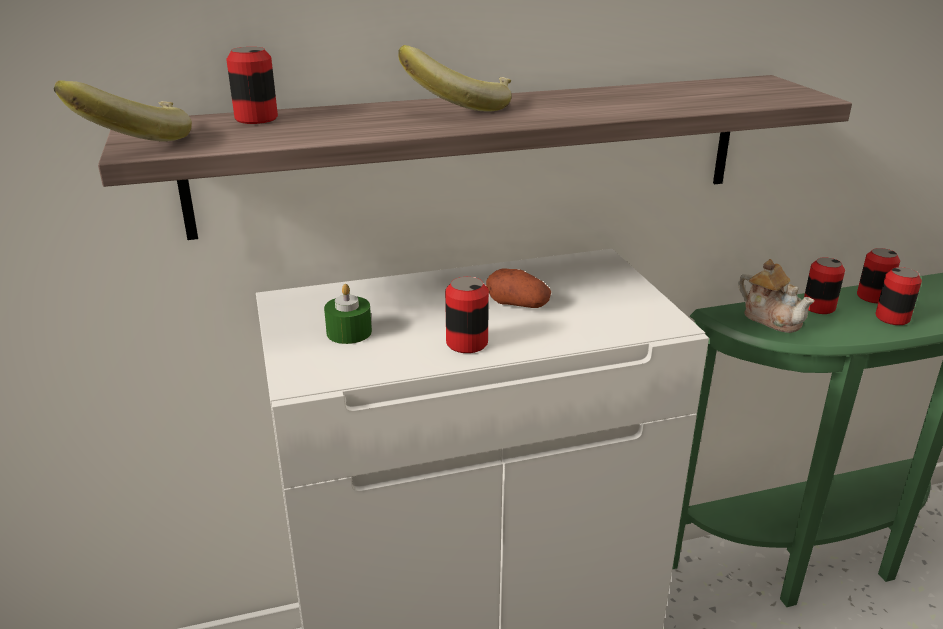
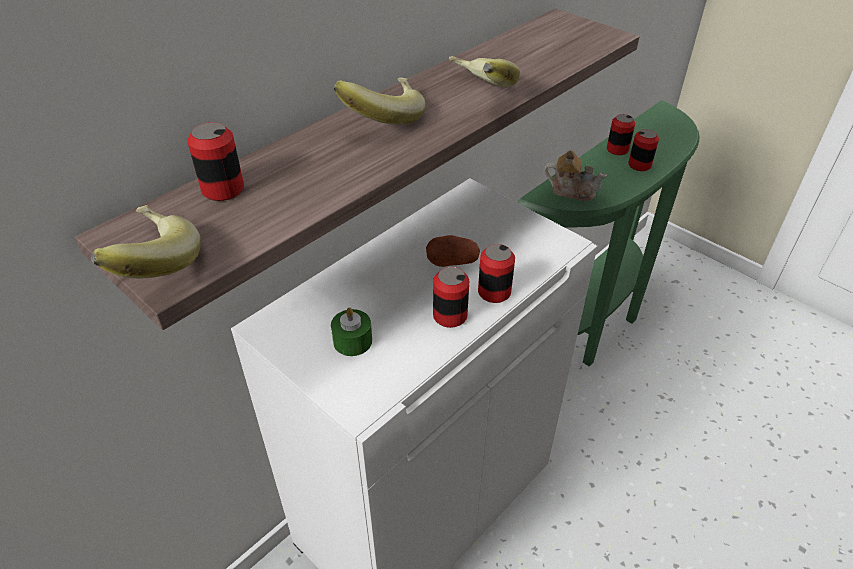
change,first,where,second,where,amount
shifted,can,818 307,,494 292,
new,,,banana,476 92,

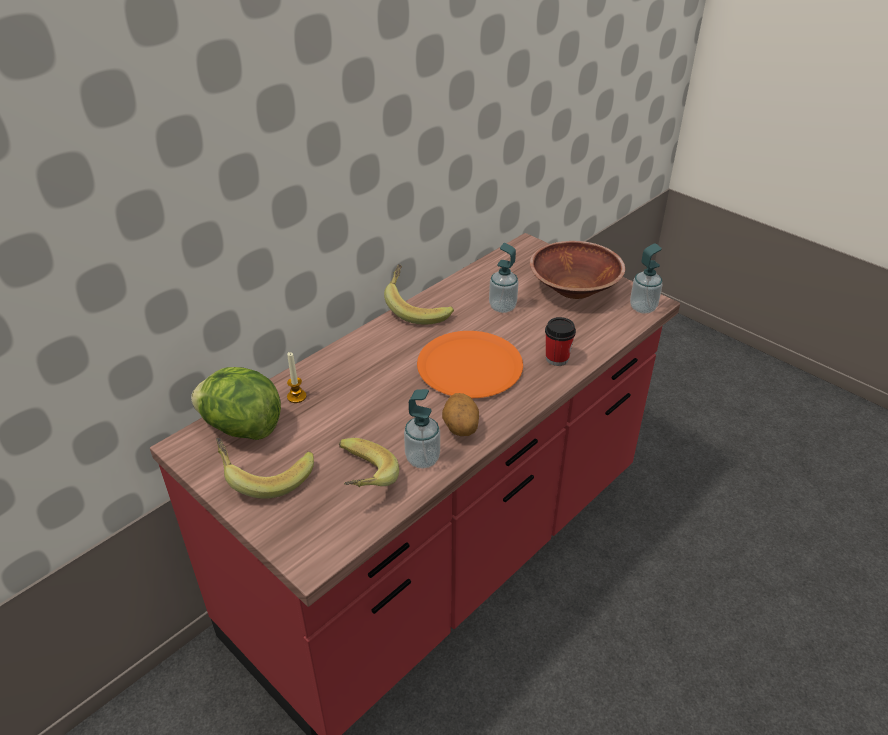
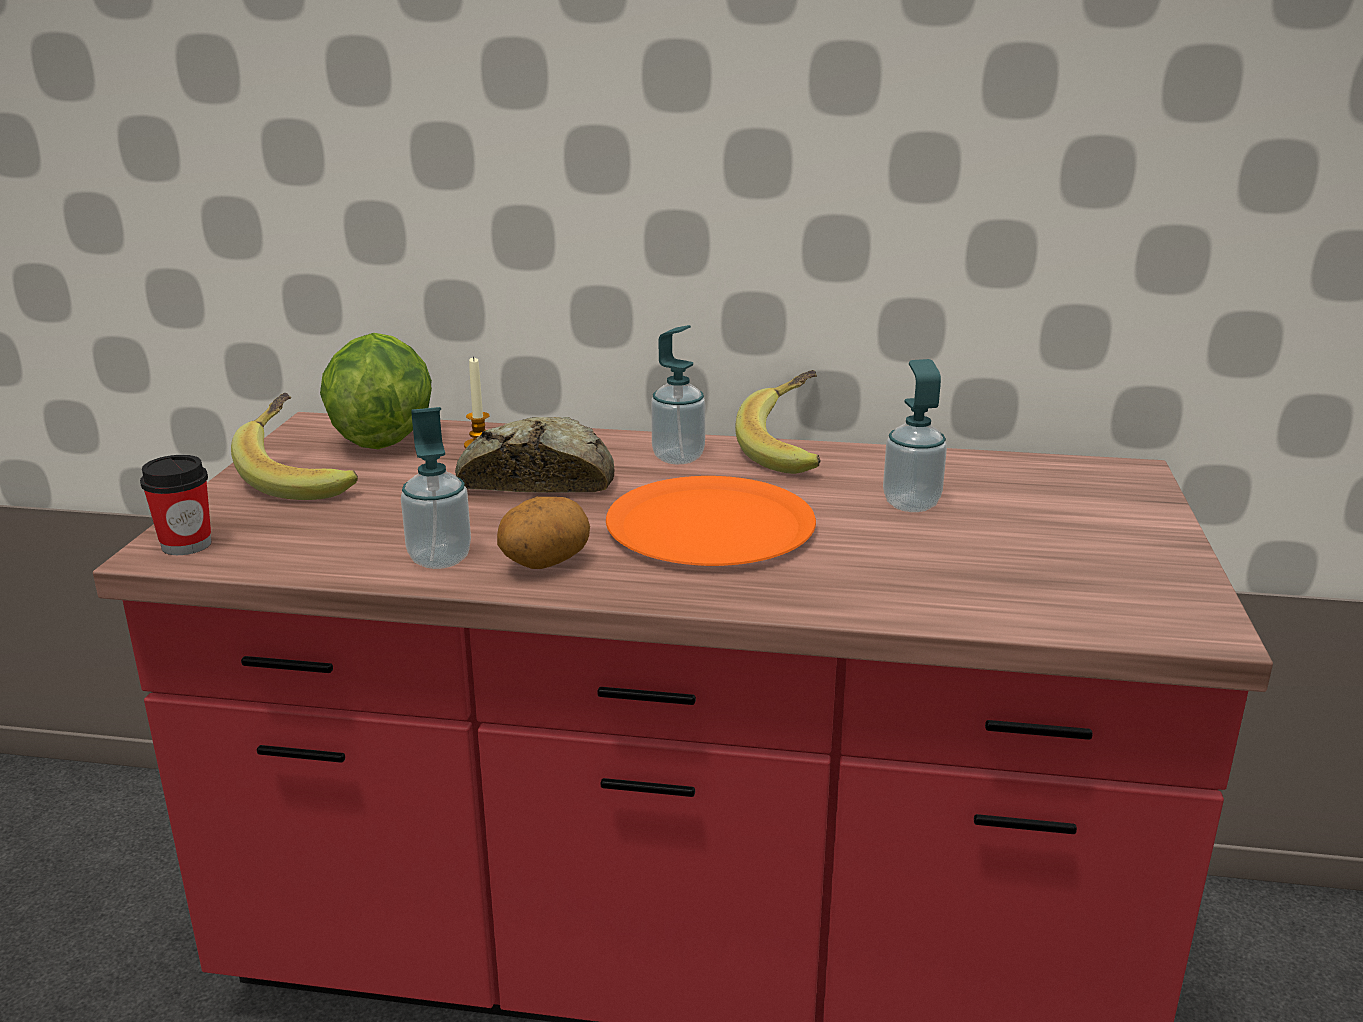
change,first,where,second,where,amount
gone,banana,359 480,,,
gone,brown bowl,574 289,,,
shifted,cup,557 358,,186 544,
shifted,soap dispenser,642 307,,678 457,
new,,,bread,537 478,

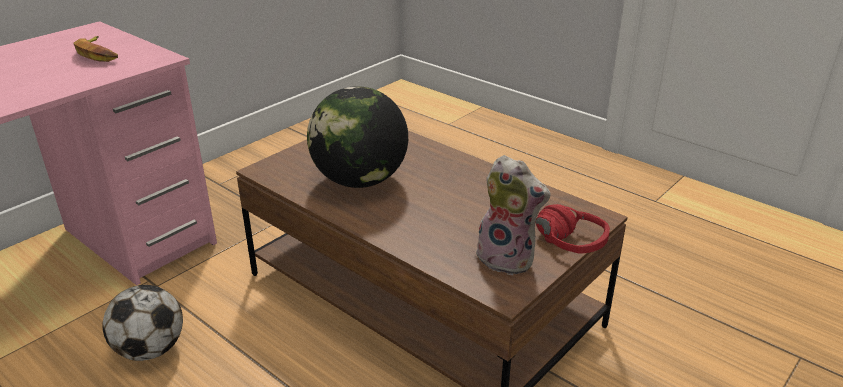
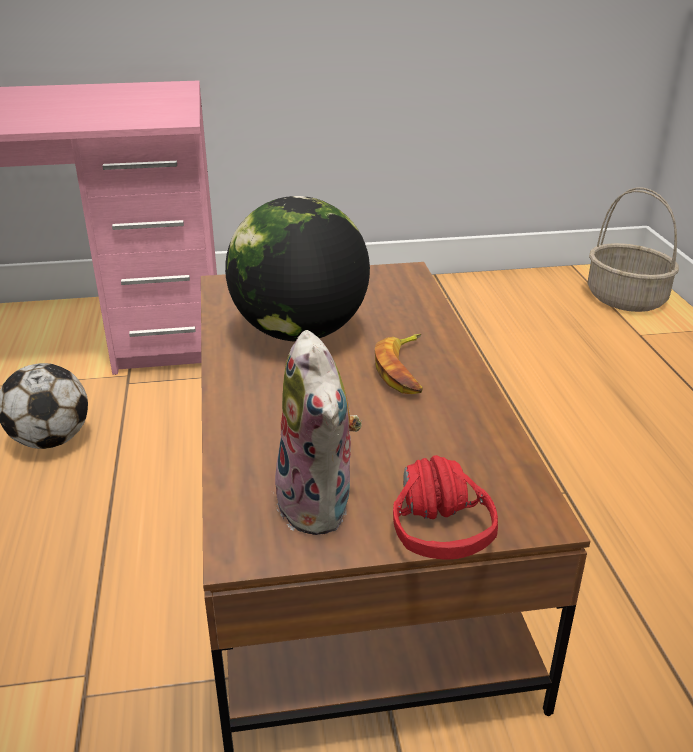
change,first,where,second,where,amount
shifted,banana,99 54,,404 370,
new,,,basket,626 299,

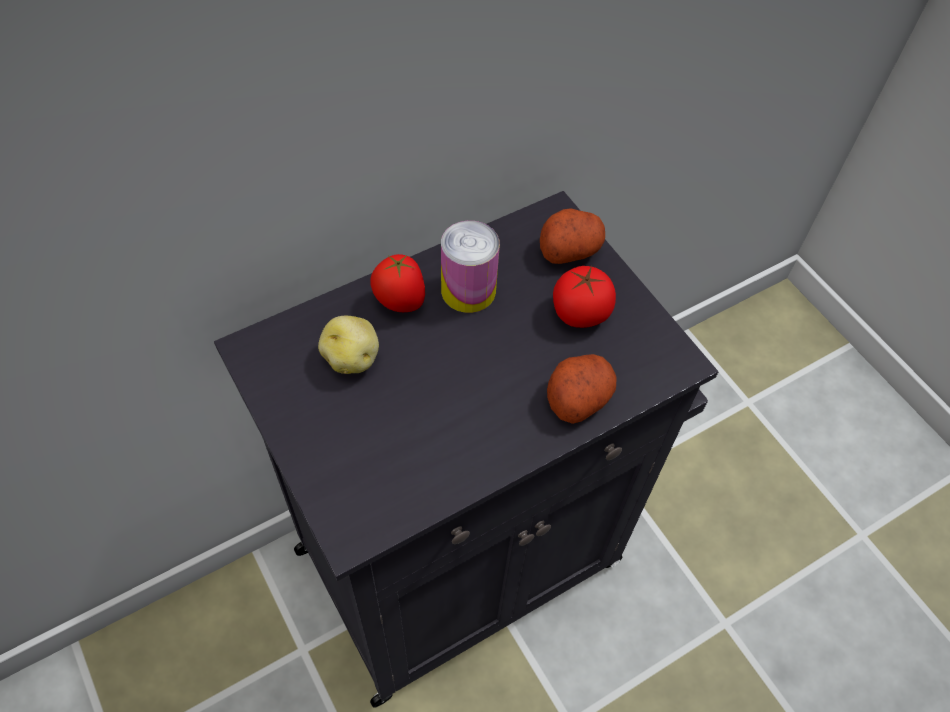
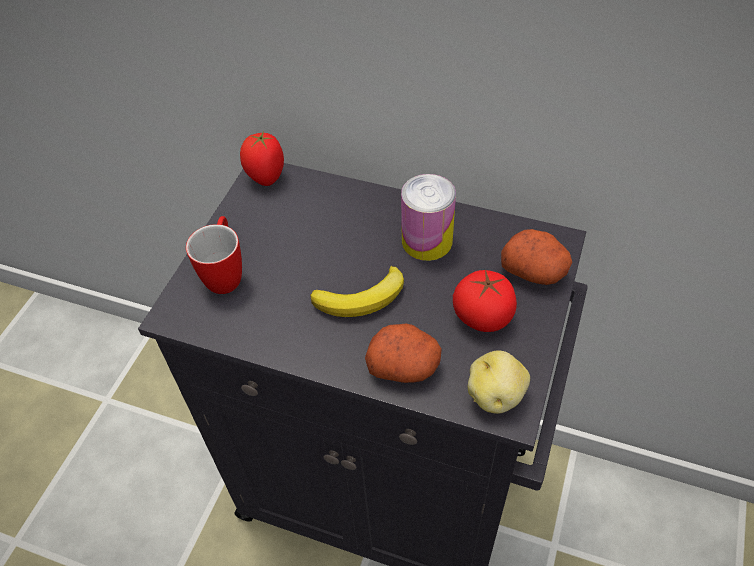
change,first,where,second,where,amount
shifted,potato,352 357,,496 395,
shifted,tomato,399 303,,266 177,
new,,,mug,226 273,
new,,,banana,362 298,

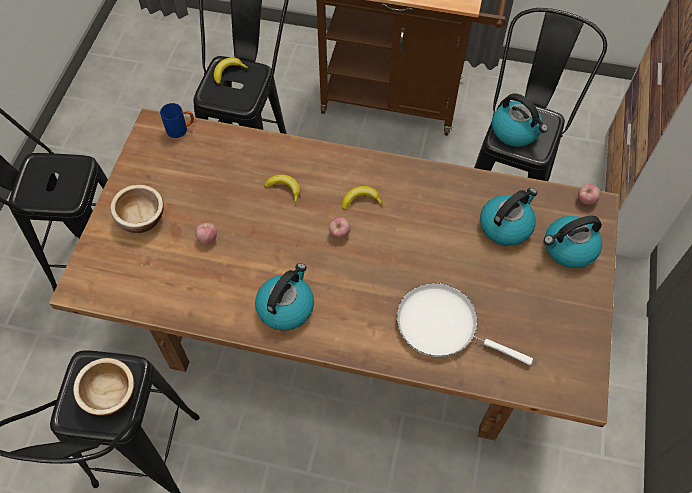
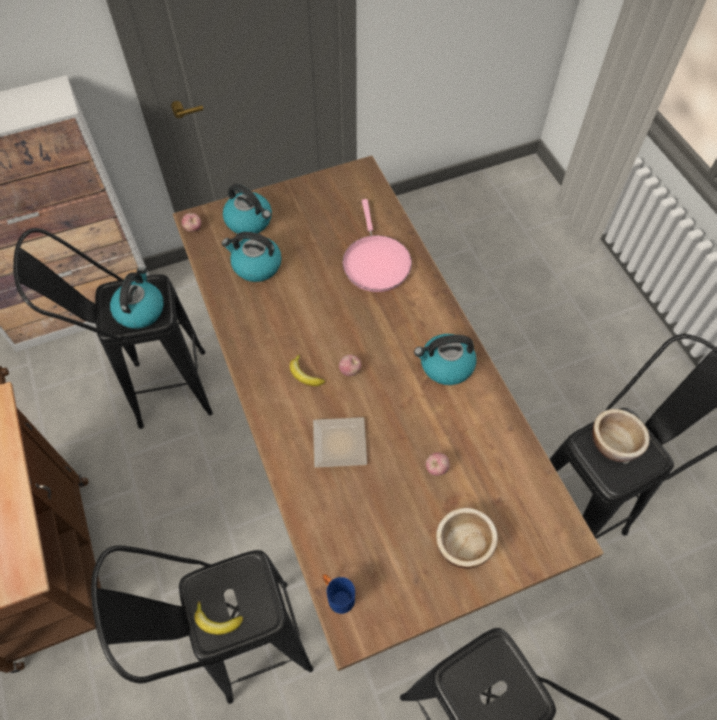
change,first,where,second,where,amount
swapped,banana,284 189,plate,337 442,
repainted,white frying pan,442 325,pink frying pan,375 262,

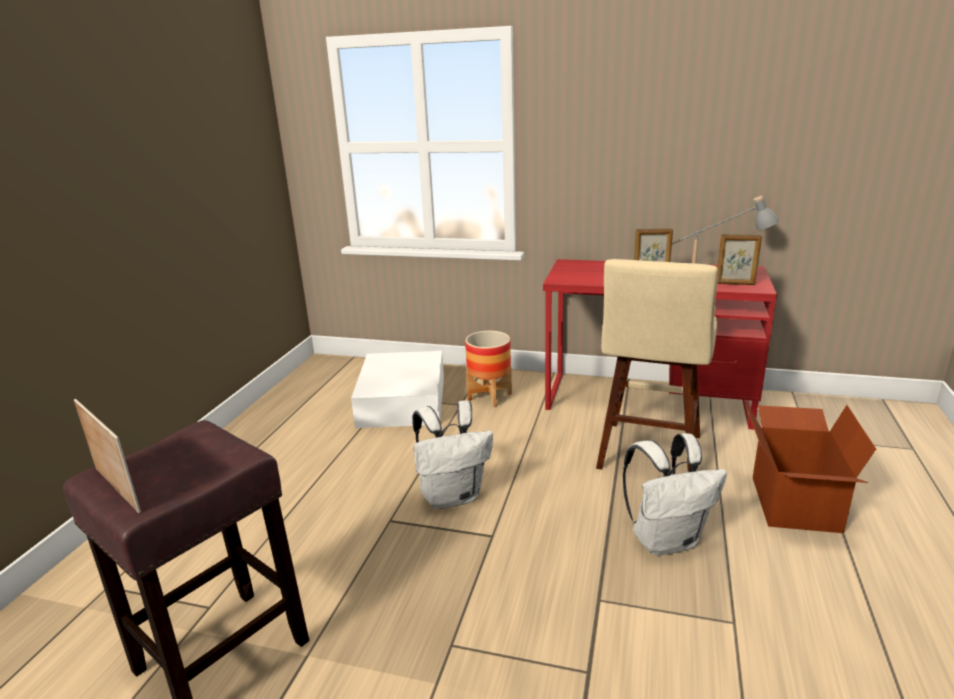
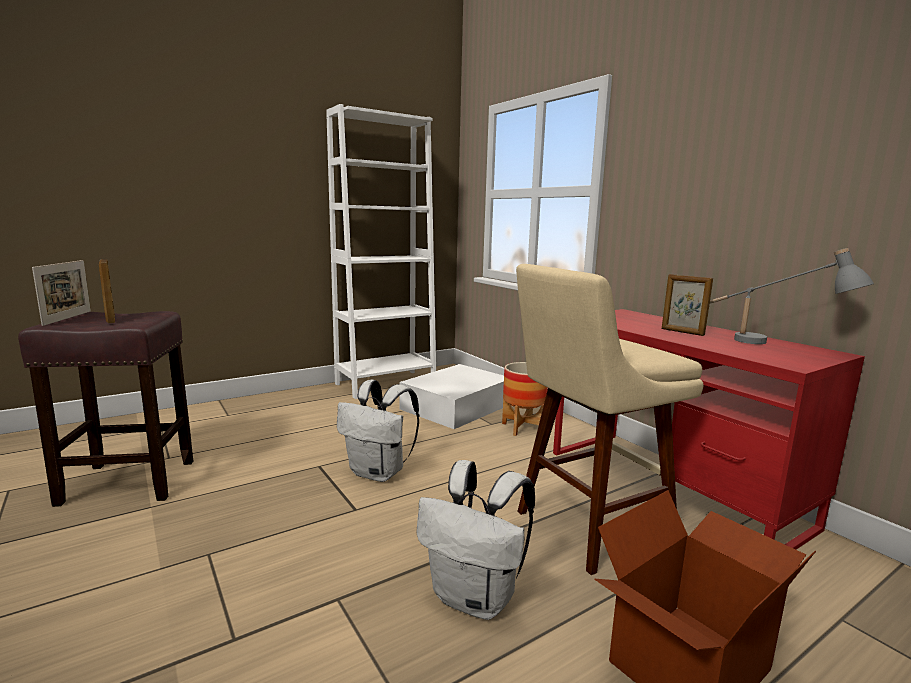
change,first,where,second,where,amount
shifted,picture frame,735 284,,110 319,
new,,,white bookcase,385 384,

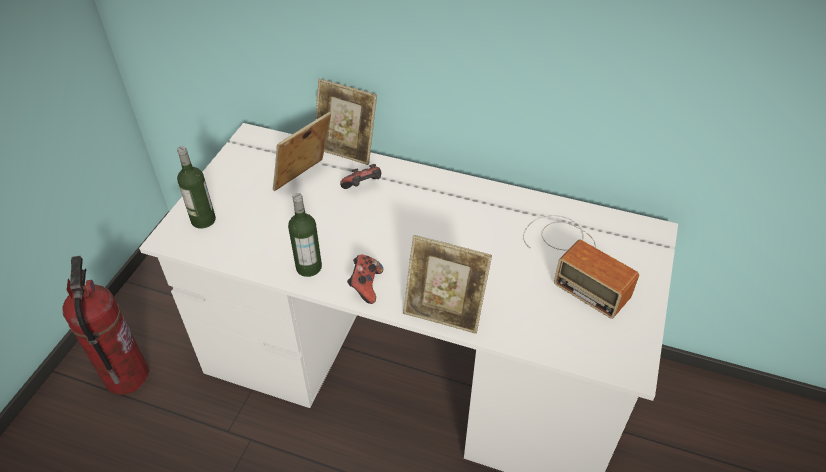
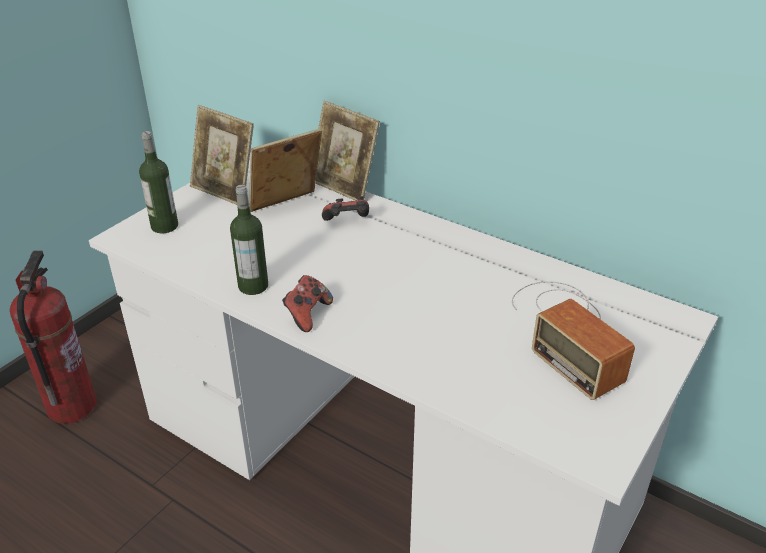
change,first,where,second,where,amount
shifted,picture frame,444 312,,225 191,

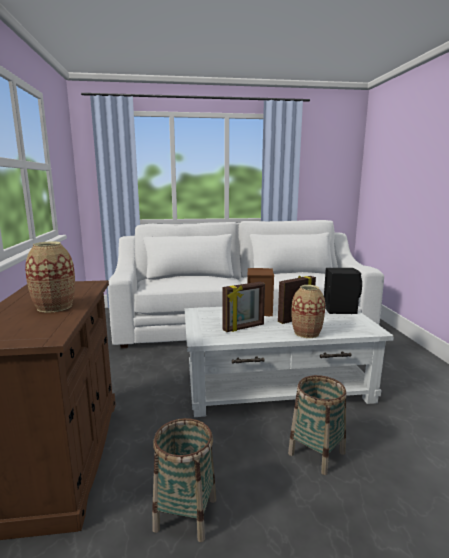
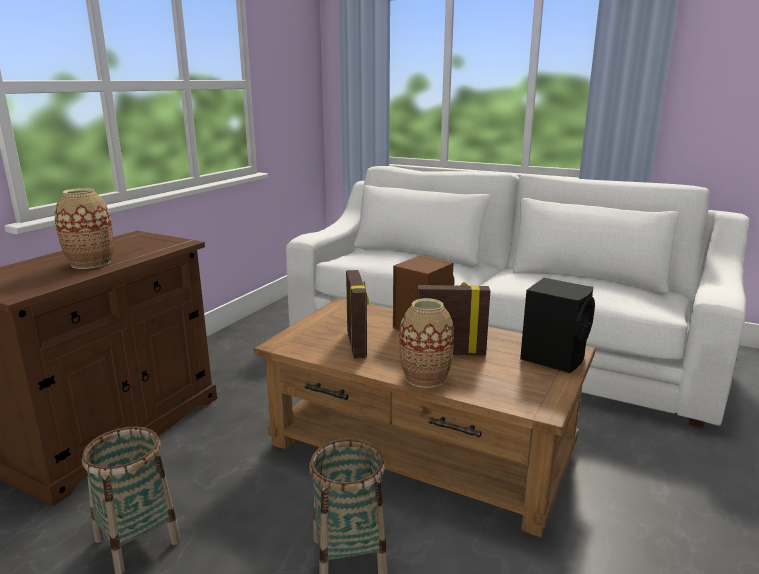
change,first,where,second,where,amount
repainted,white coffee table,277 385,brown coffee table,423 447,
rotated,picture frame,244 328,,357 344,105 degrees counterclockwise

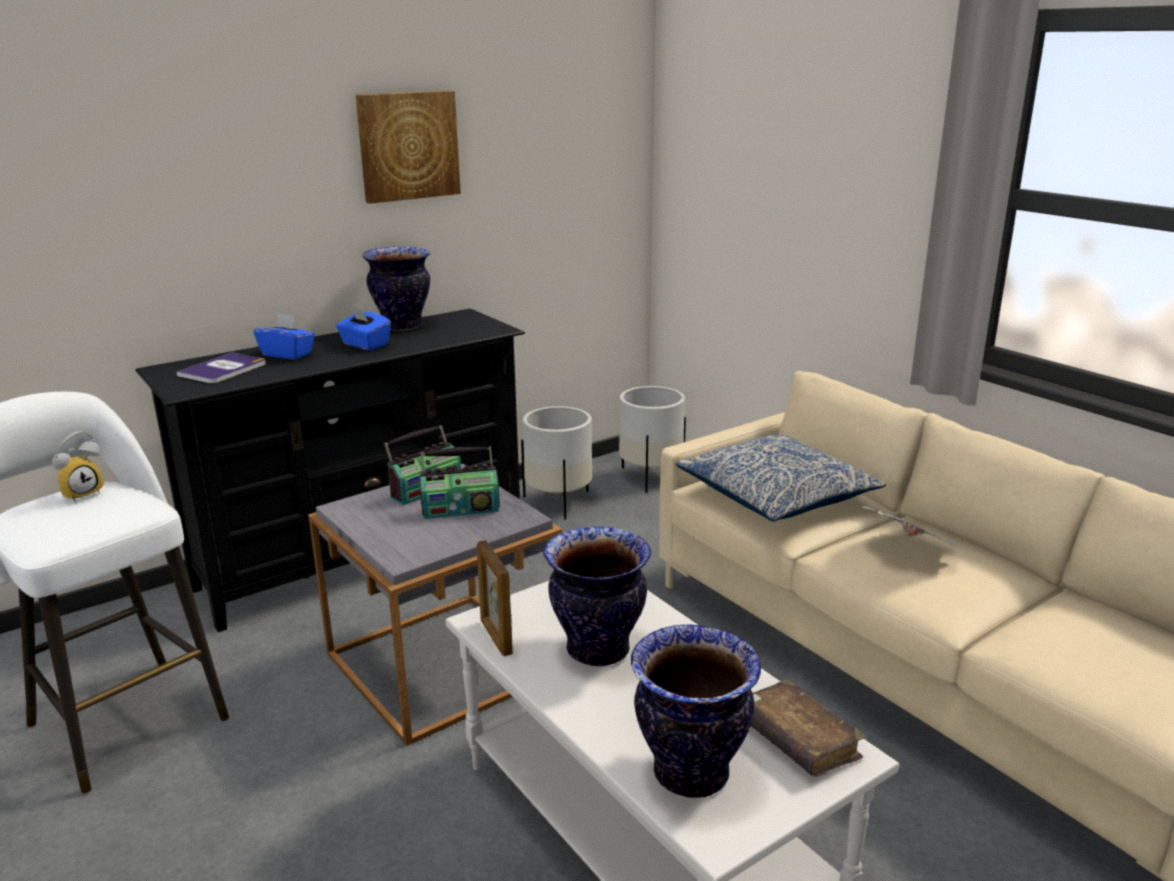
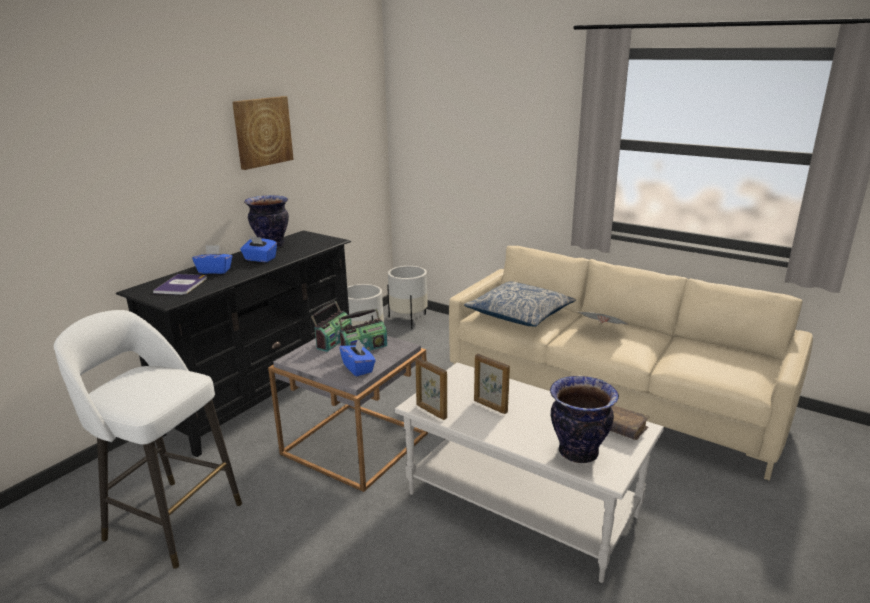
change,first,where,second,where,amount
gone,alarm clock,82 493,,,
swapped,vase,599 650,picture frame,490 406,
new,,,blue tissue box,358 368,

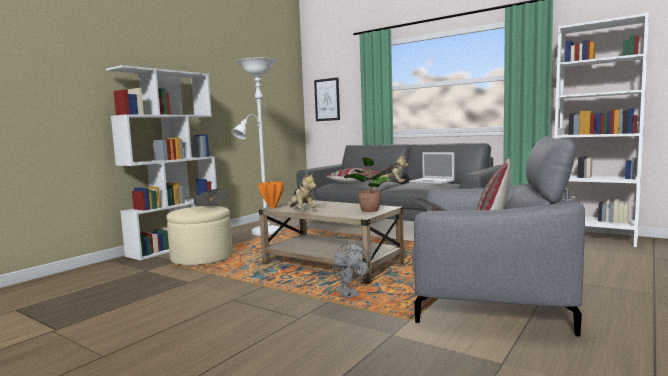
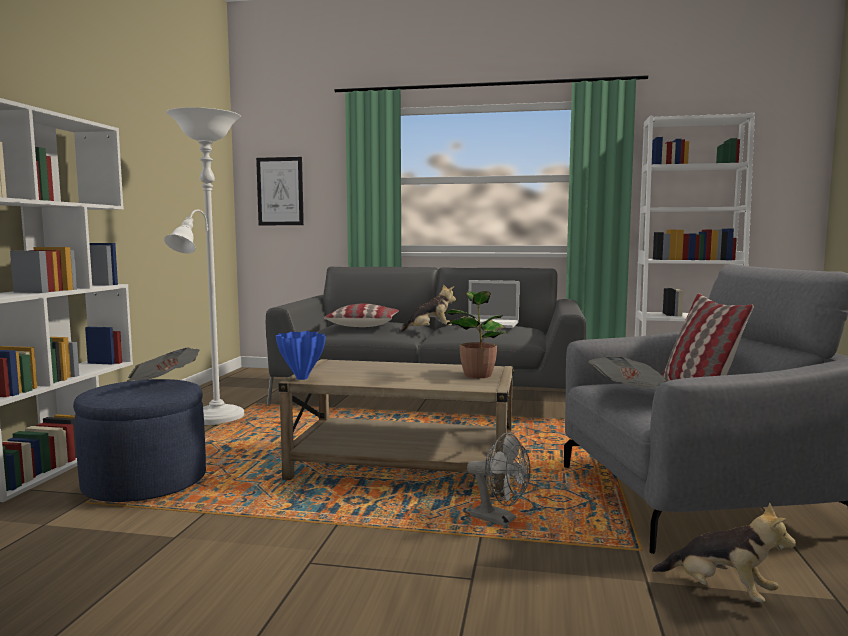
change,first,where,second,where,amount
repainted,beige ottoman,202 258,blue ottoman,145 482,
repainted,orange vase,272 207,blue vase,301 378,
shifted,plush toy,302 210,,721 591,

